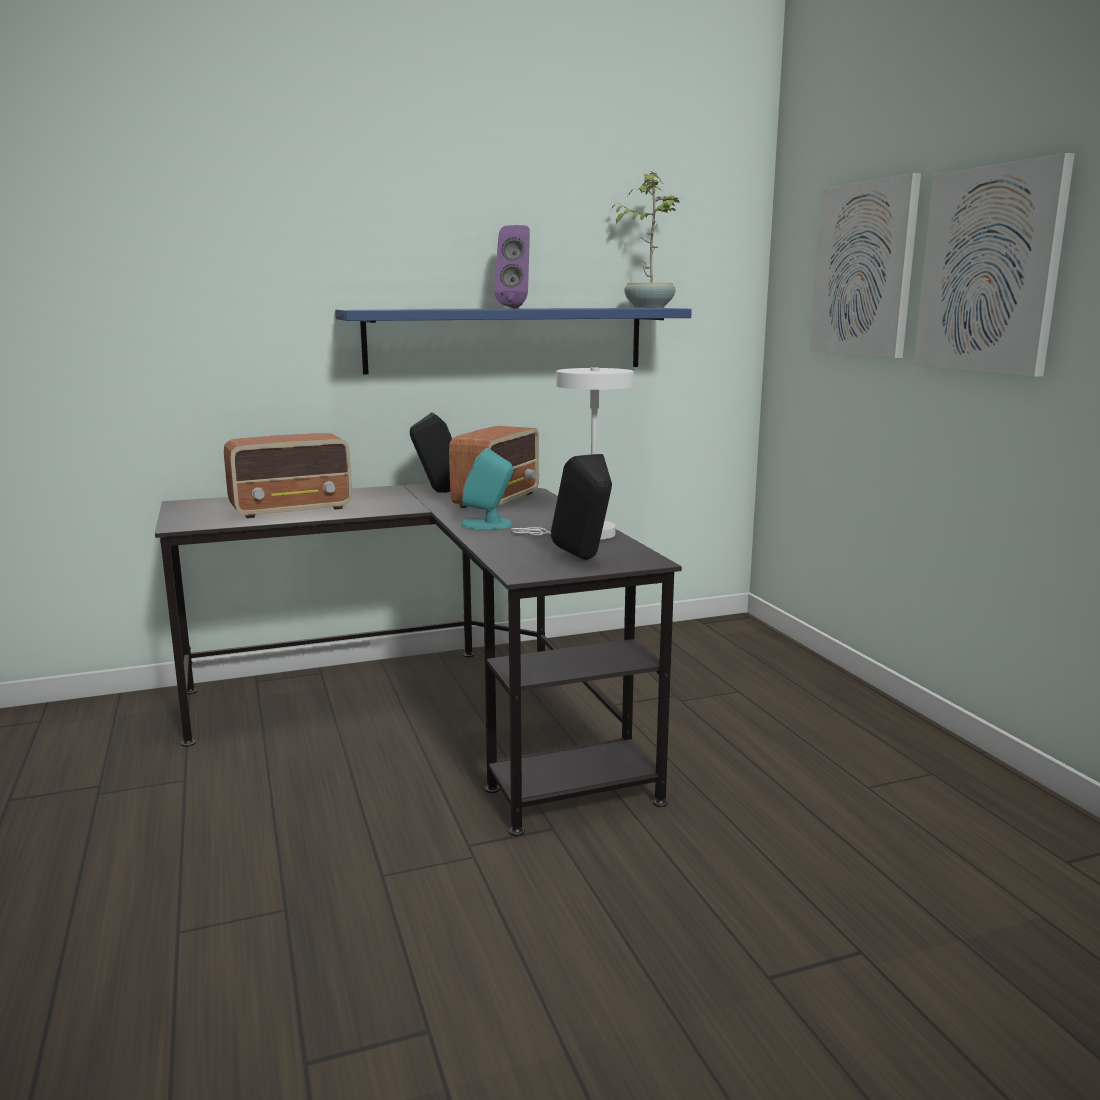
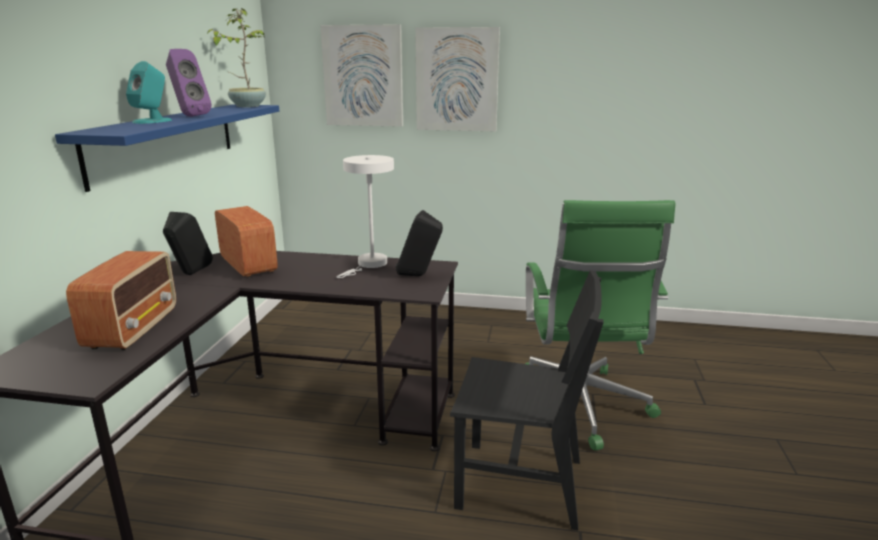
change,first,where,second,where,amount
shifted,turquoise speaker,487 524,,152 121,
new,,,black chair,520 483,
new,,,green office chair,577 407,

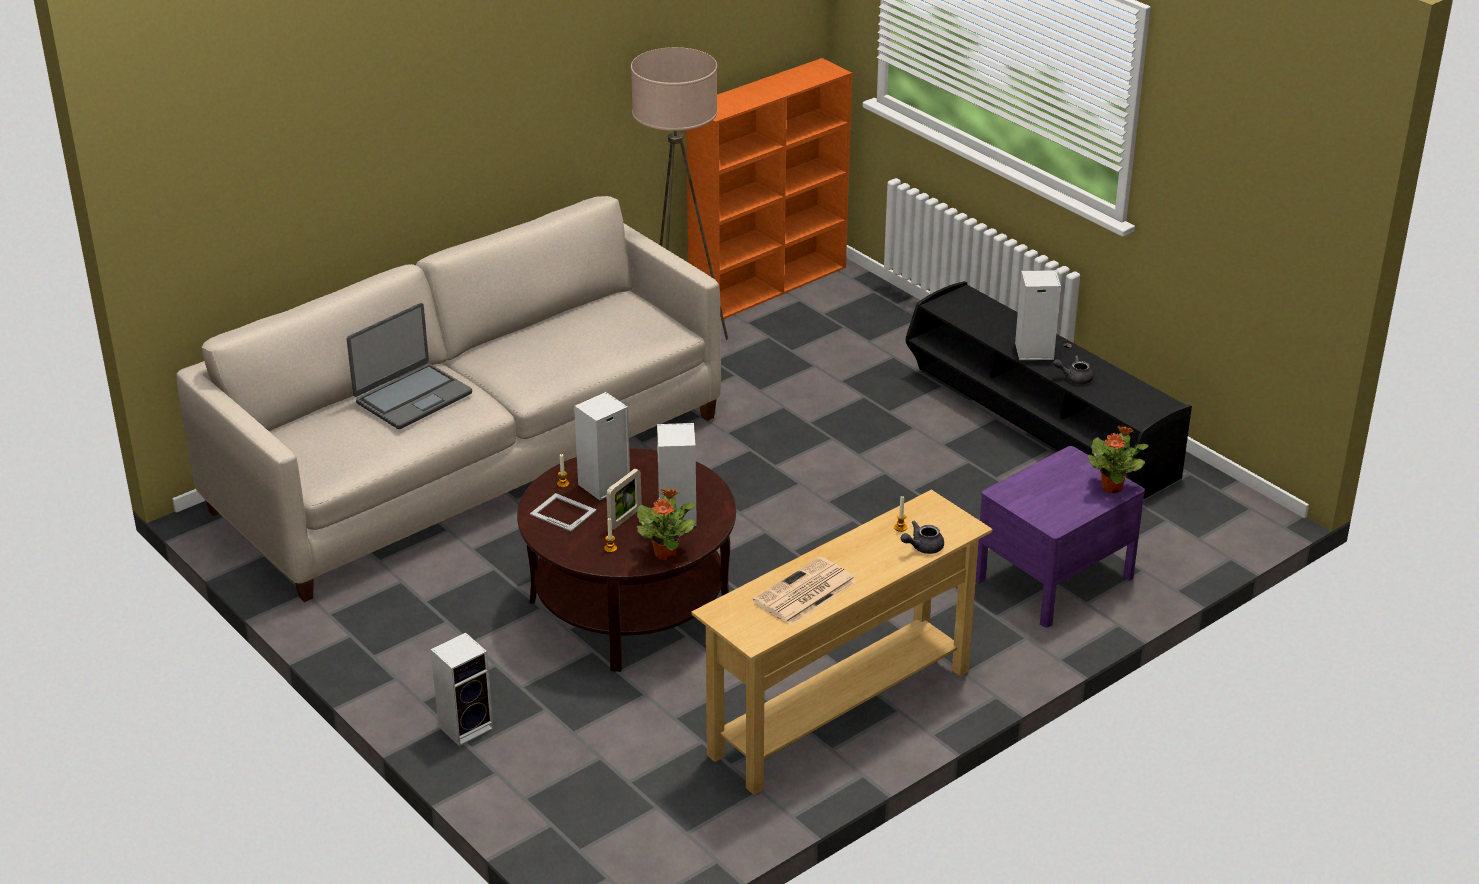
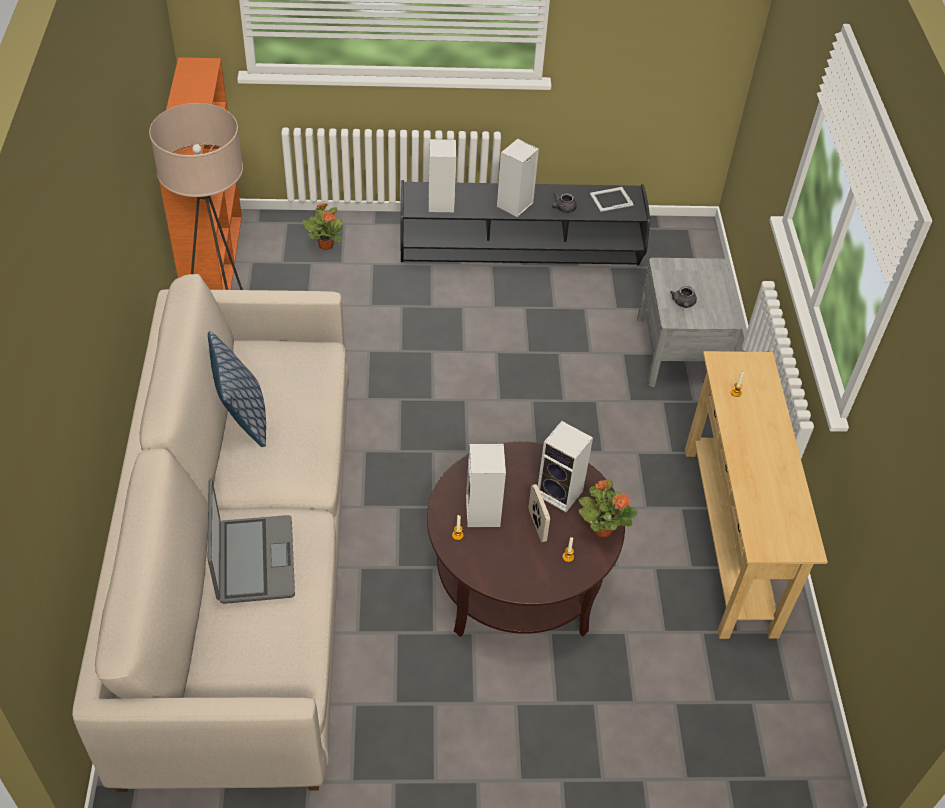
change,first,where,second,where,amount
shifted,speaker,467 726,,440 202,
shifted,picture frame,562 512,,610 199,
gone,newspaper,804 593,,,
shifted,grey teapot,922 547,,683 303,
repainted,purple nightstand,1054 578,grey nightstand,679 351,
shifted,potted plant,1112 487,,326 245,
new,,,pillow,243 418,

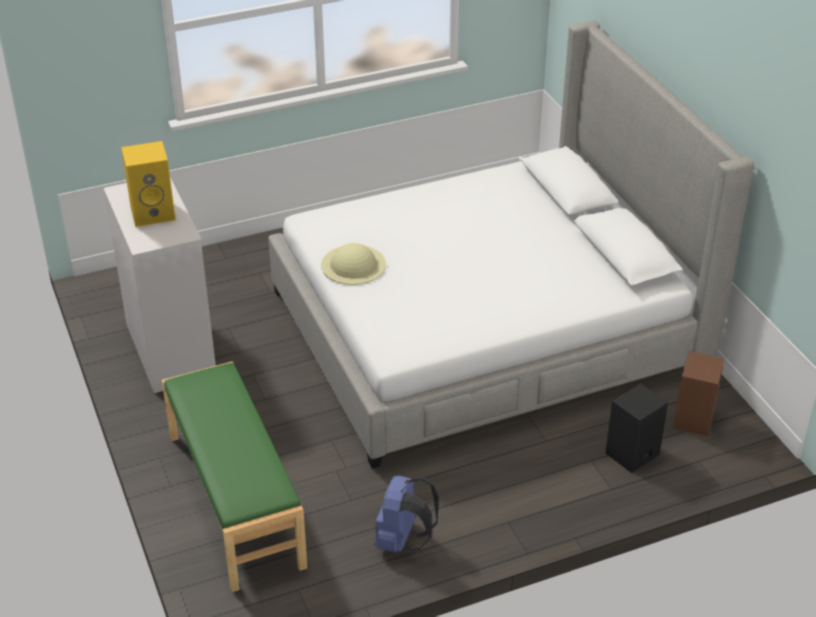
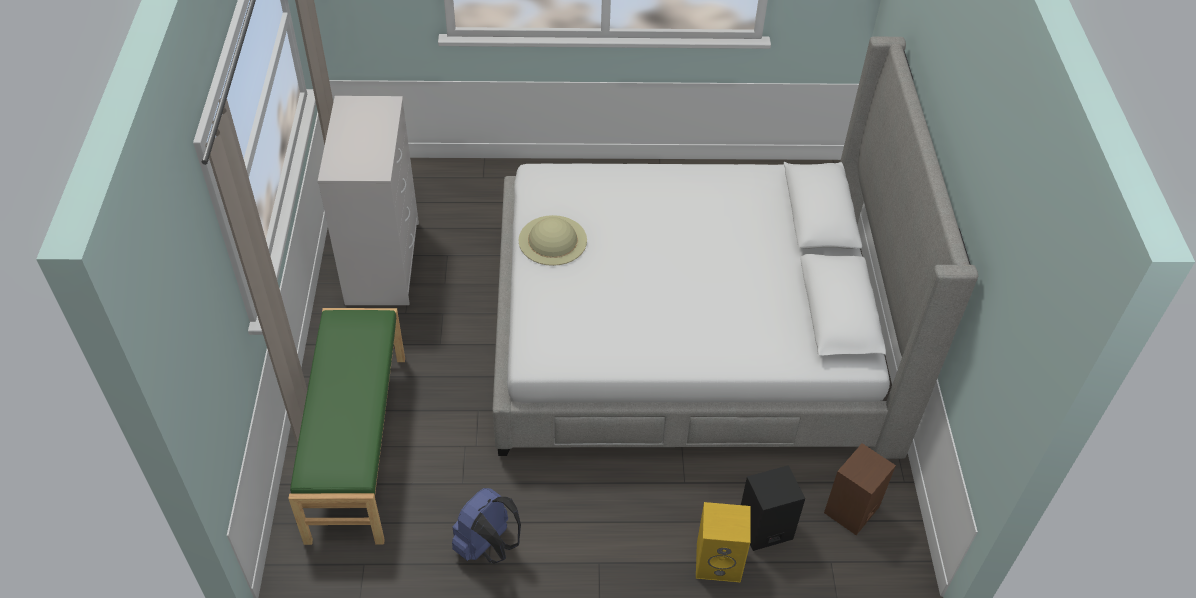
change,first,where,second,where,amount
shifted,yellow speaker,154 212,,719 561,

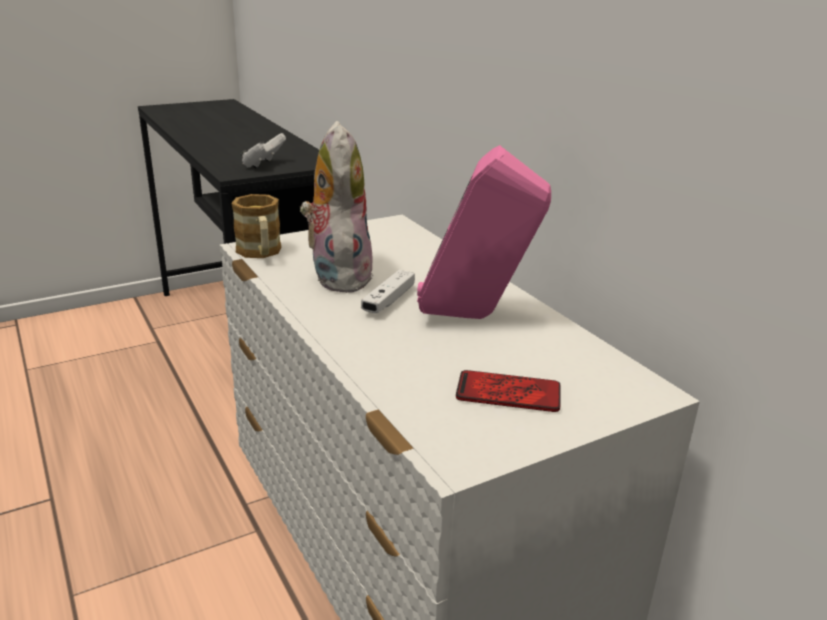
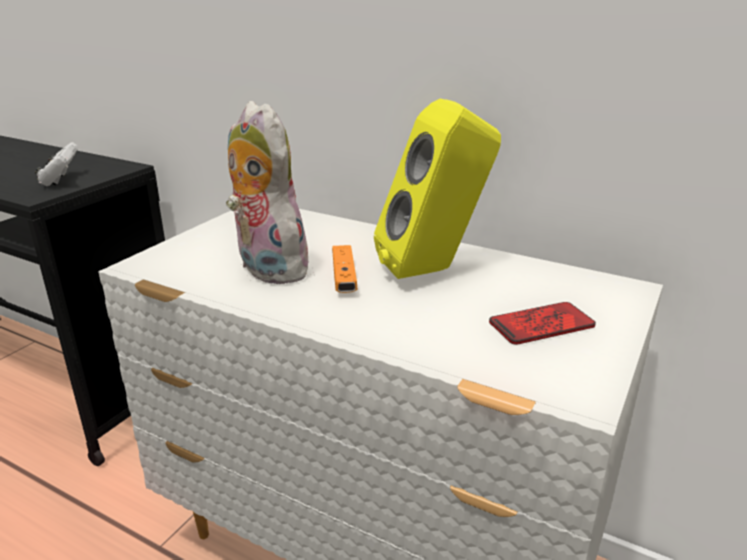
change,first,where,second,where,amount
gone,mug,260 253,,,
repainted,white game controller,388 301,orange game controller,344 278,
repainted,pink speaker,476 317,yellow speaker,434 270,

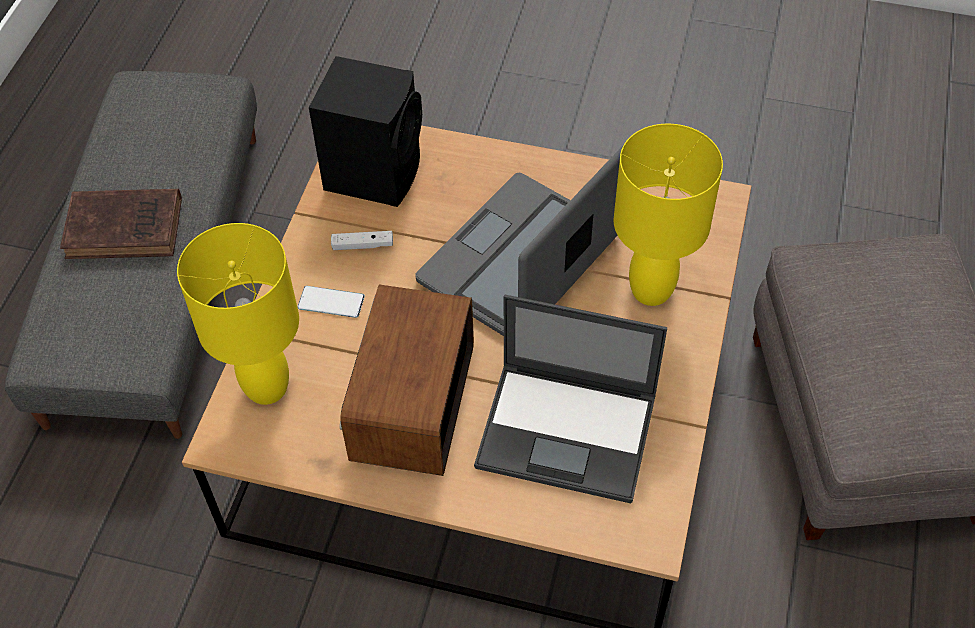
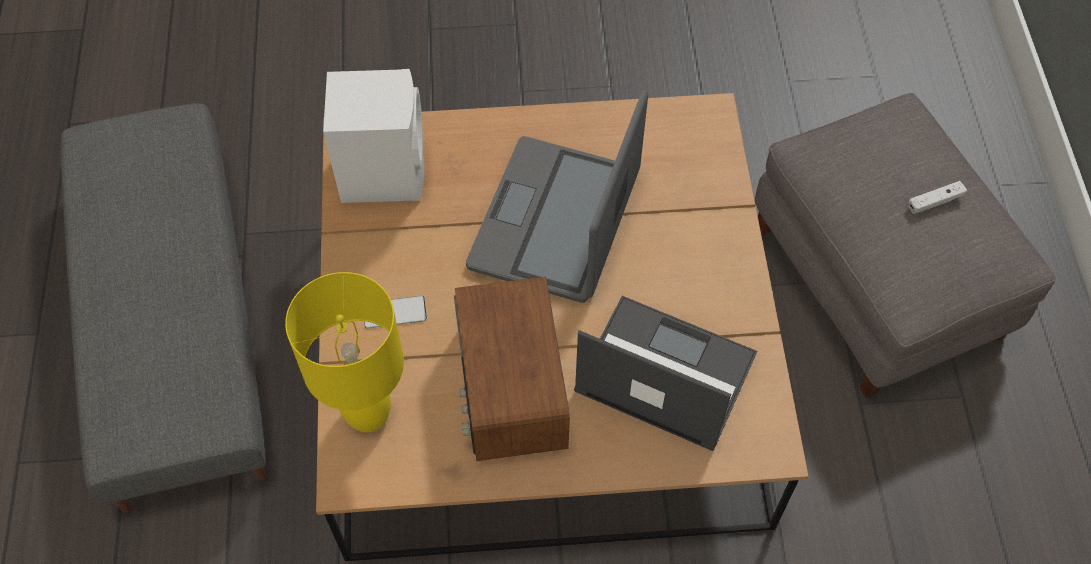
change,first,where,second,where,amount
gone,brown book,128 228,,,
repainted,black speaker,375 171,white speaker,383 170,
shifted,white game controller,362 245,,935 201,
rotated,laptop,569 431,,663 372,150 degrees counterclockwise
gone,yellow table lamp,649 290,,,

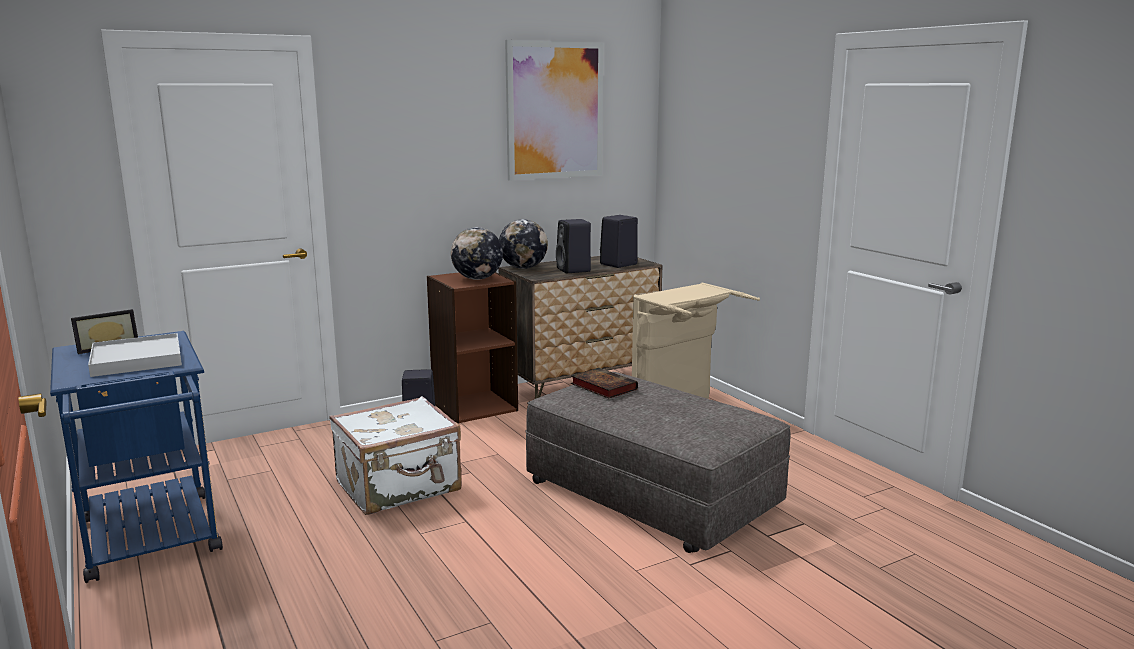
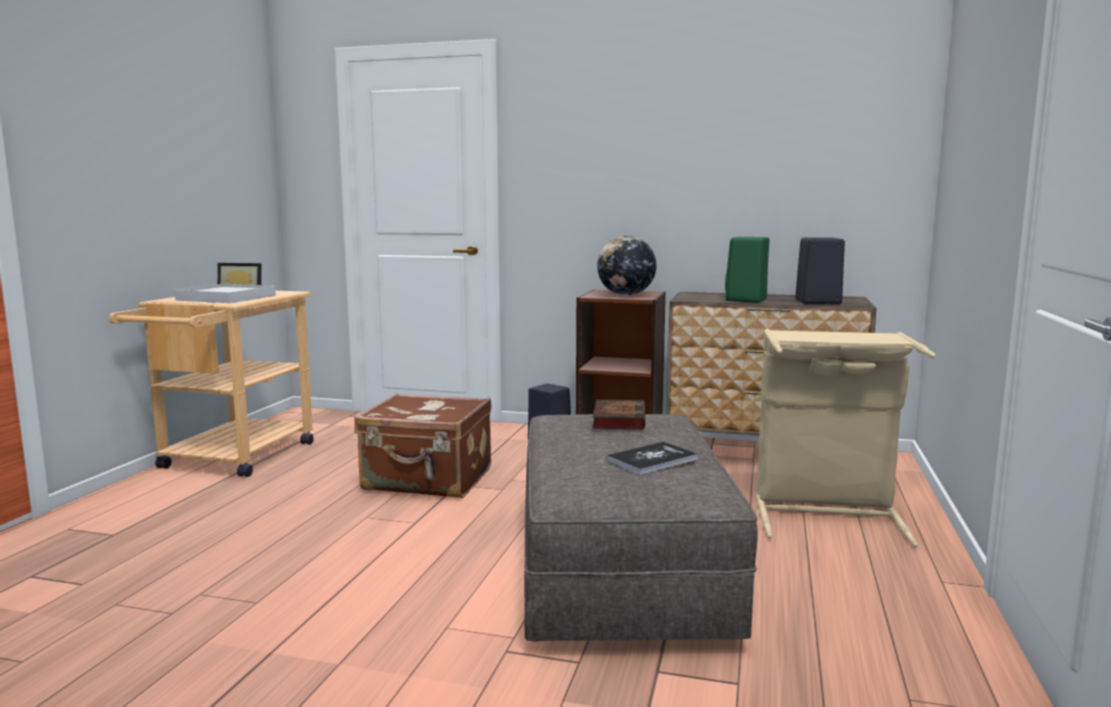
change,first,where,second,where,amount
repainted,blue cart,152 543,beige cart,230 459,
repainted,white suitcase,399 487,brown suitcase,428 481,
gone,globe,523 268,,,
gone,picture,554 110,,,
repainted,black speaker,574 270,green speaker,746 300,
new,,,book,652 460,

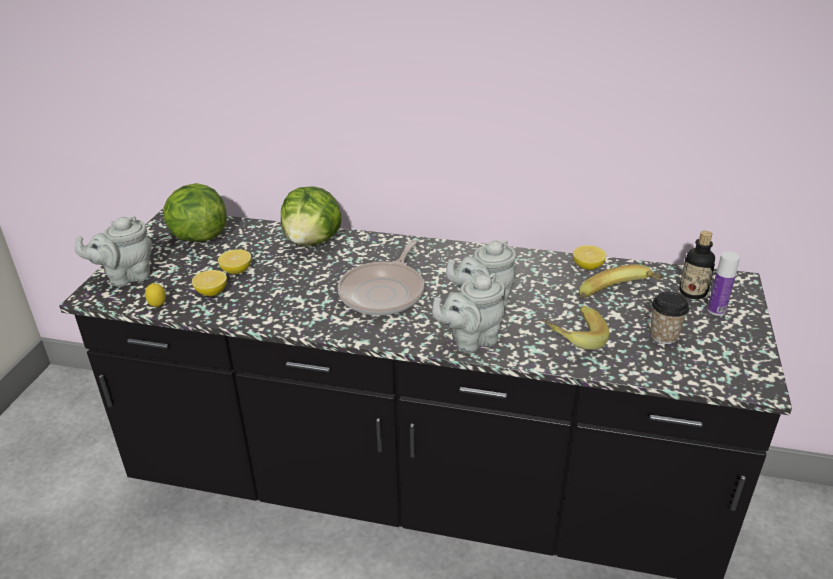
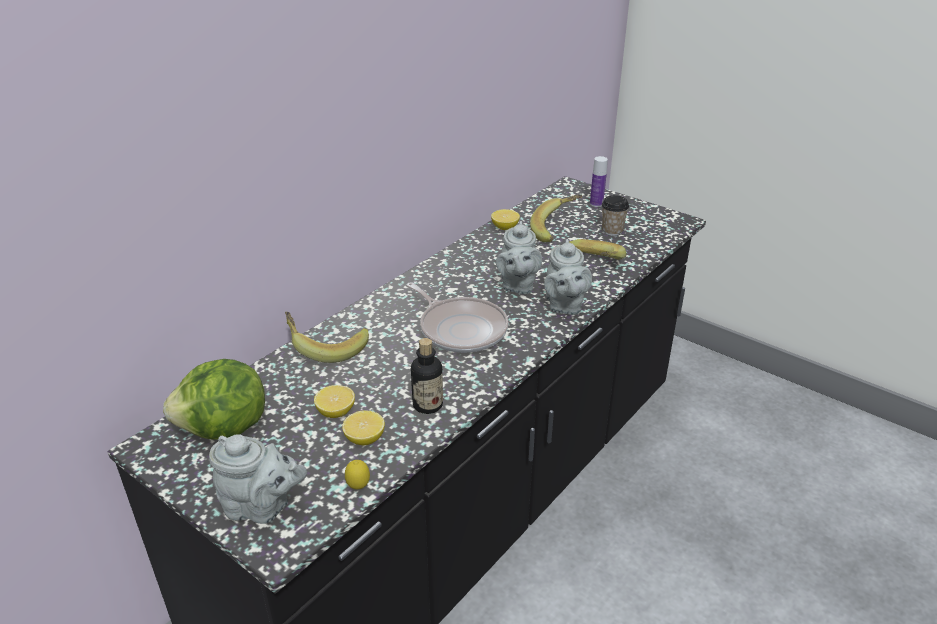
change,first,where,second,where,amount
rotated,grey teapot,126 277,,262 507,75 degrees counterclockwise
swapped,lettuce,313 241,banana,326 348,
shifted,bottle,692 292,,427 405,

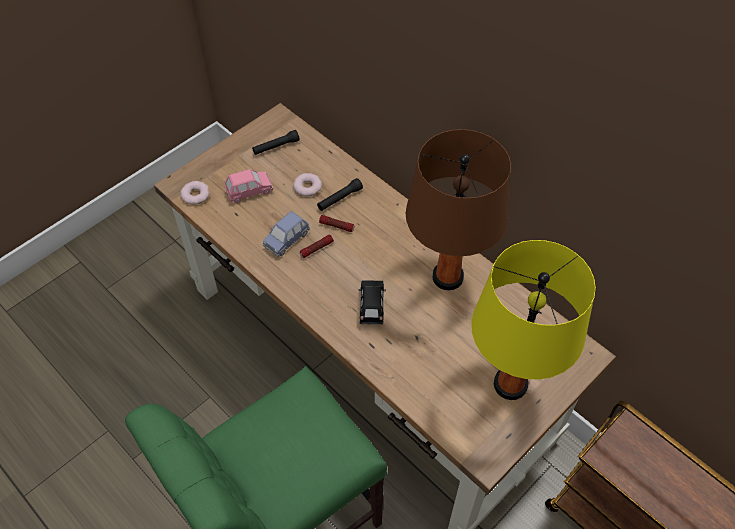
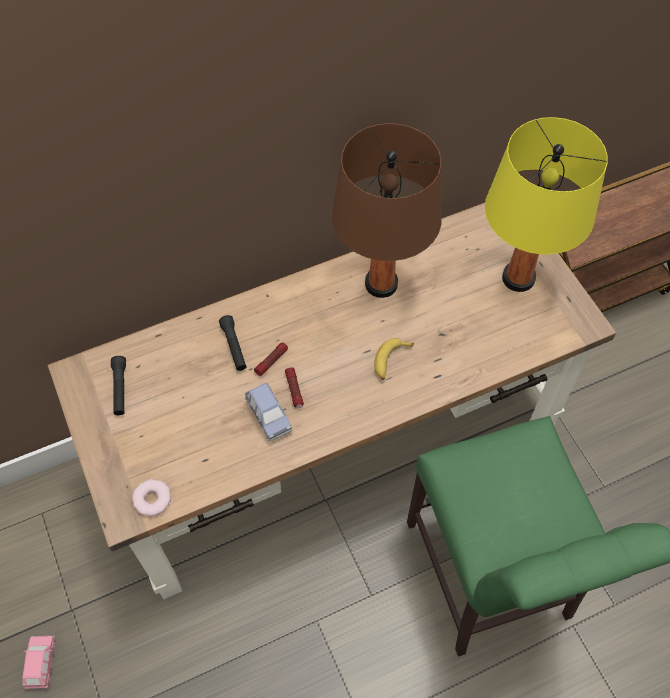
change,first,where,second,where,amount
shifted,pink toy car,249 191,,41 663,
gone,donut,307 187,,,
swapped,black toy car,371 306,banana,390 361,

